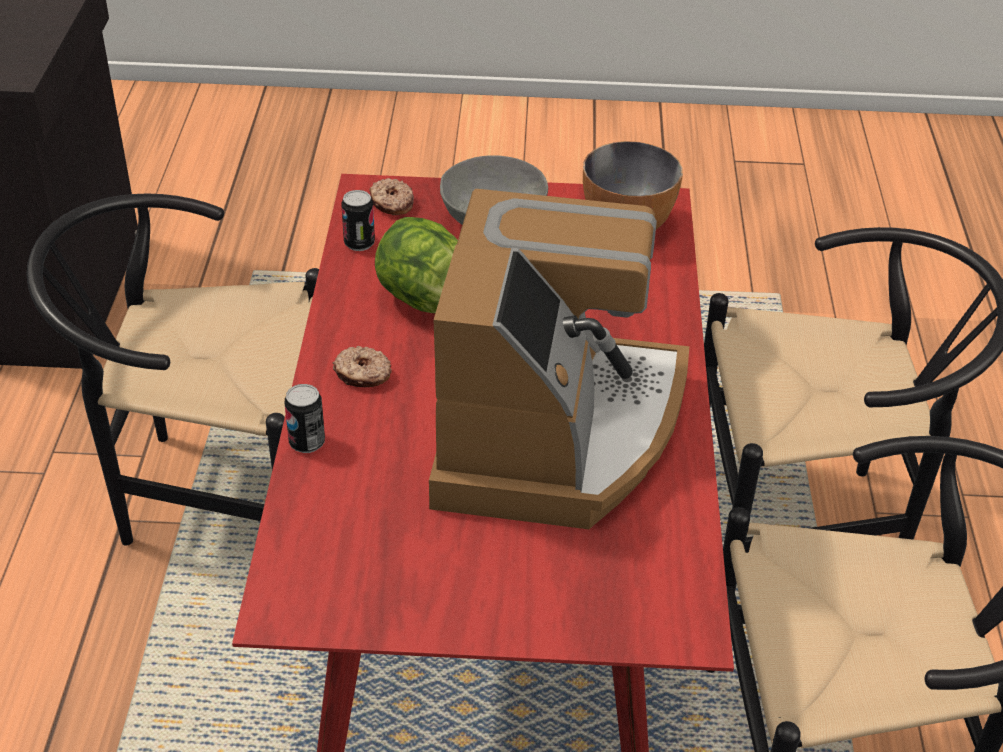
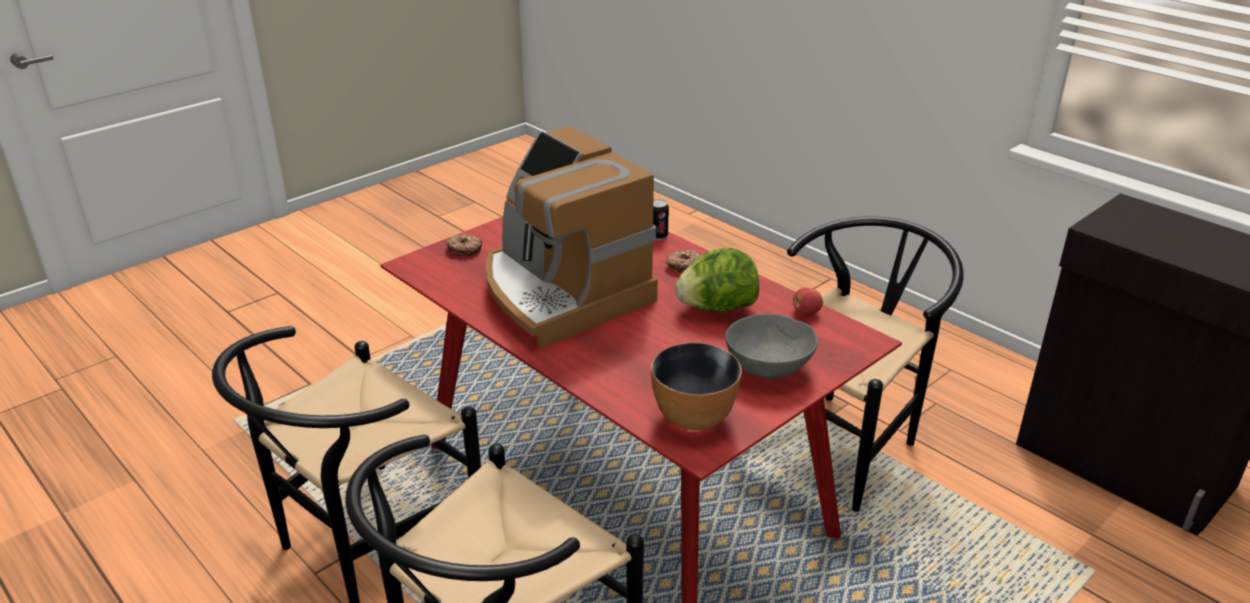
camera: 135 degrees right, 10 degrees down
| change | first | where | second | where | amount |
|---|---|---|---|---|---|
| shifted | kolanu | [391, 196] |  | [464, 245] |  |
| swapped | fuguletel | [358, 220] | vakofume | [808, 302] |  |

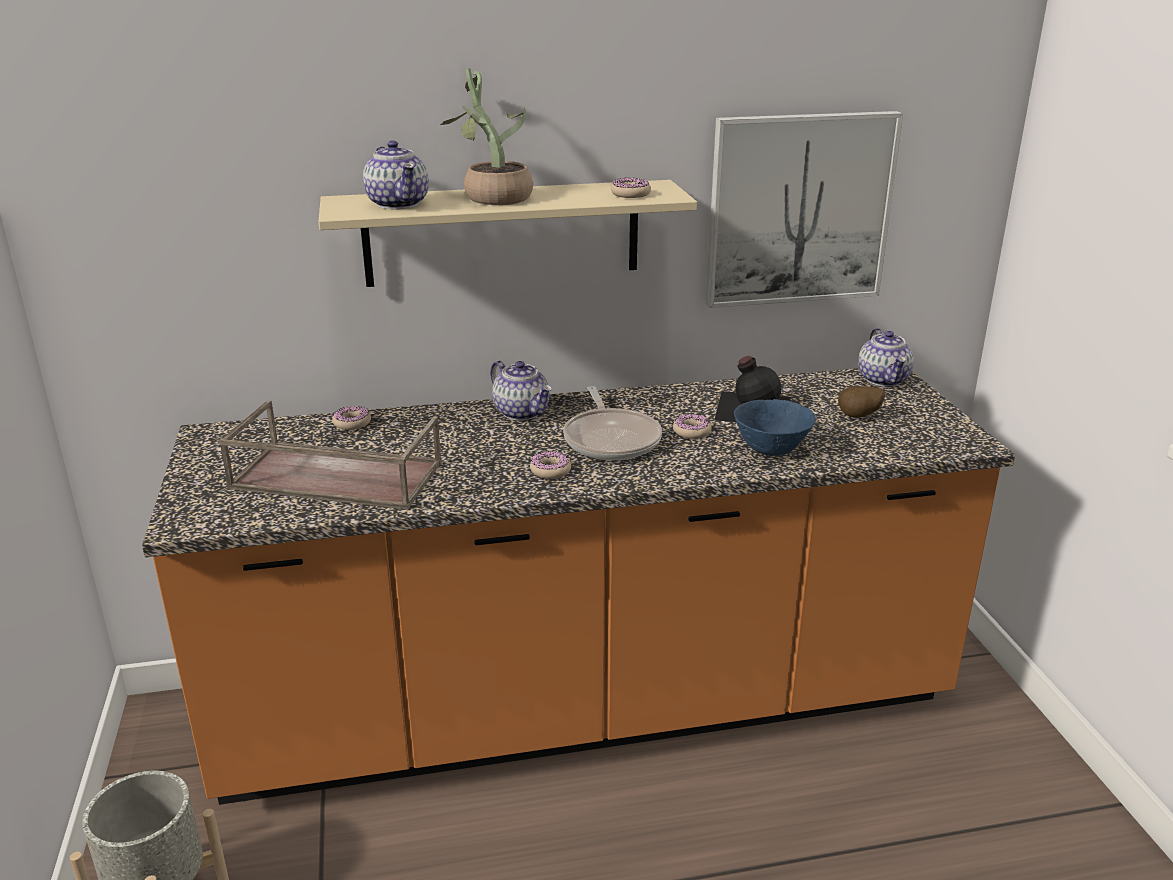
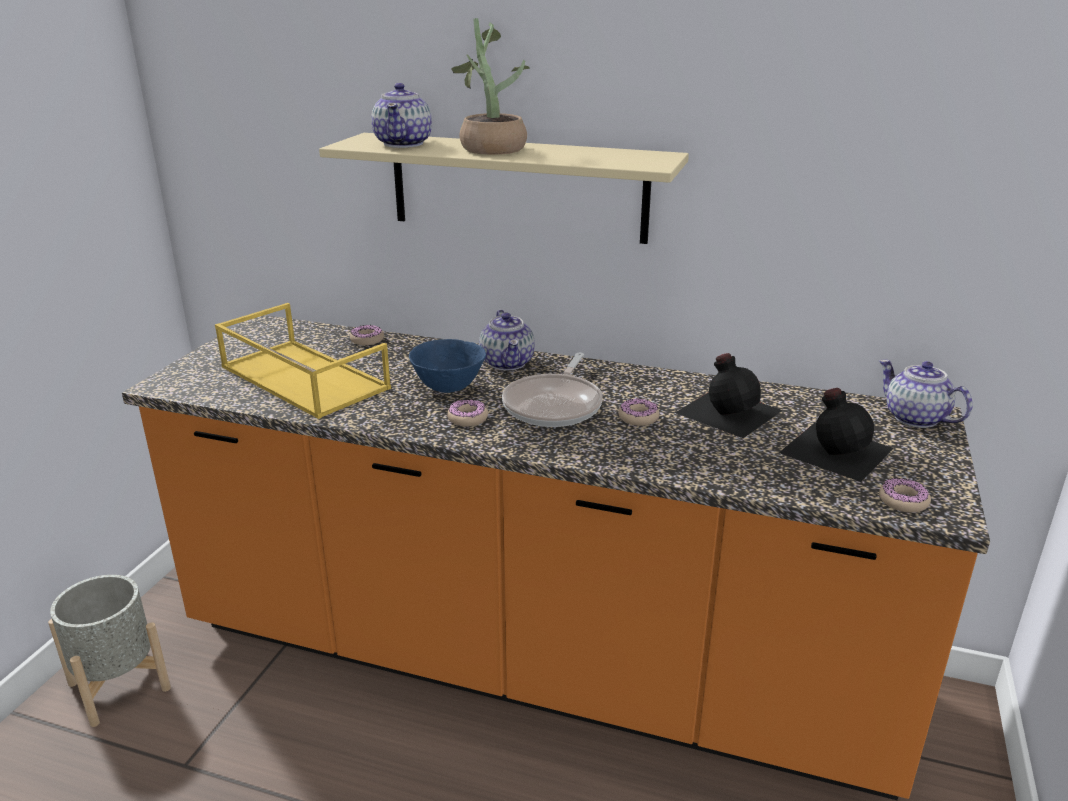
camera: 30 degrees right, 0 degrees up
| change | first | where | second | where | amount |
|---|---|---|---|---|---|
| gone | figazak | [804, 209] |  |  |  |
| shifted | kolanu | [631, 187] |  | [905, 495] |  |
| rotated | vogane | [886, 357] |  | [926, 394] | 120 degrees clockwise |
| swapped | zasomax | [861, 402] | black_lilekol | [836, 435] |  |
| shifted | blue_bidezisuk | [775, 427] |  | [447, 366] |  |
| repainted | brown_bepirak | [330, 455] | yellow_bepirak | [303, 361] |  |

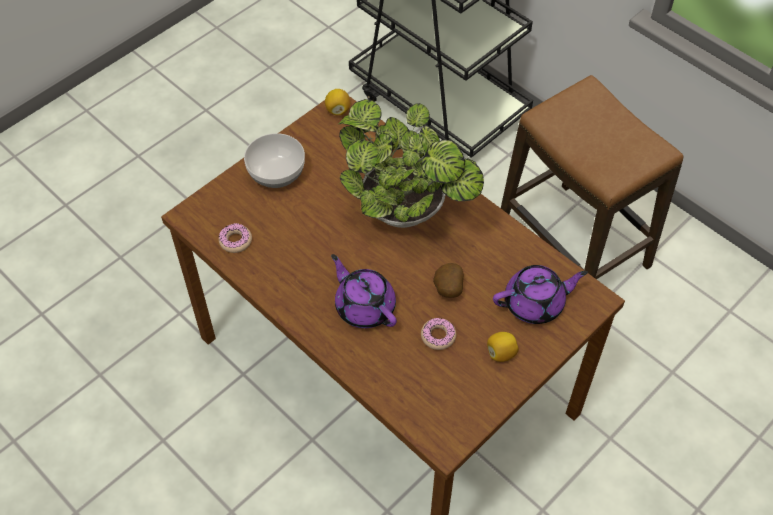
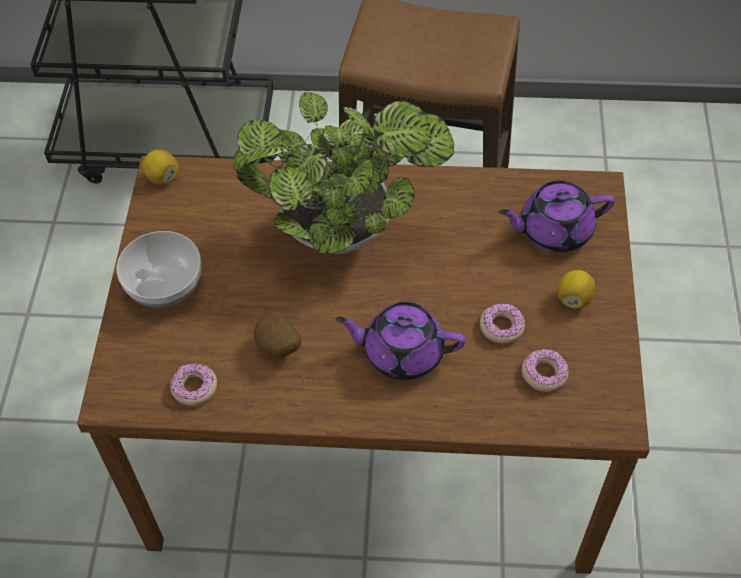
camera: 40 degrees left, 0 degrees up
| change | first | where | second | where | amount |
|---|---|---|---|---|---|
| shifted | zasomax | [448, 280] |  | [277, 334] |  |
| rotated | purple_vogane | [540, 294] |  | [557, 216] | 135 degrees counterclockwise |
| new |  |  | kolanu | [545, 370] |  |

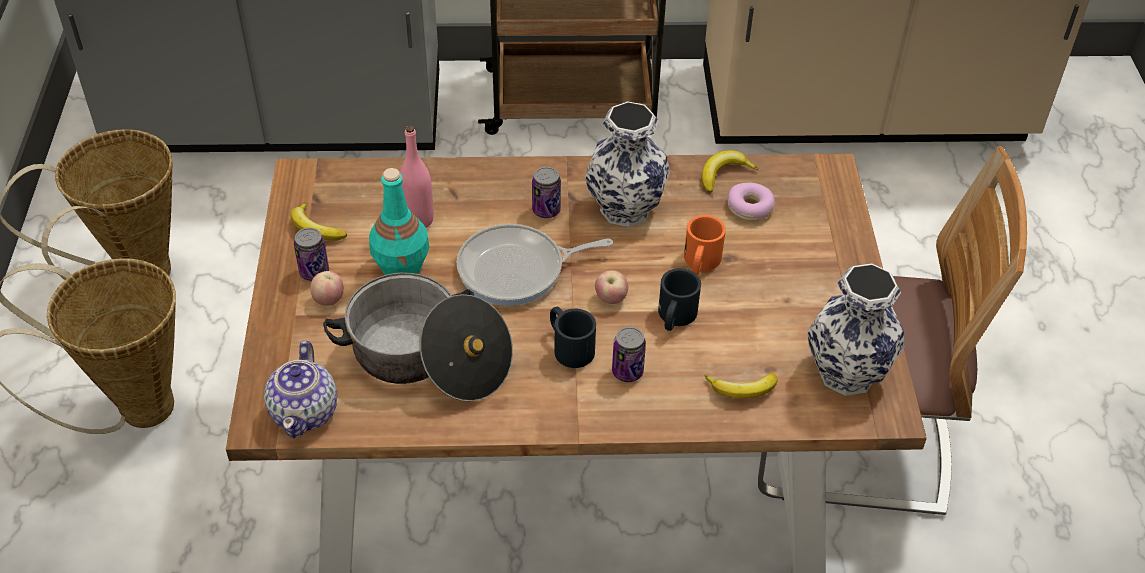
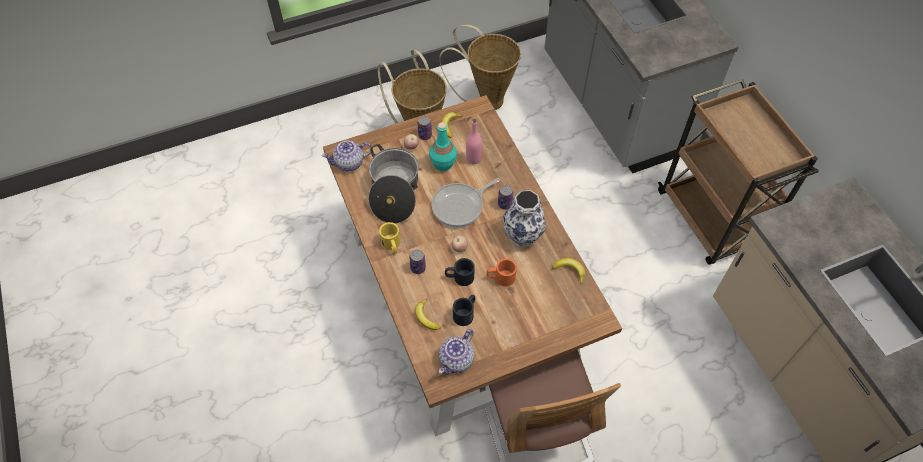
camera: 70 degrees right, 10 degrees up
| change | first | where | second | where | amount |
|---|---|---|---|---|---|
| gone | kolanu | [752, 202] |  |  |  |
| rotated | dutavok | [535, 265] |  | [465, 202] | 90 degrees counterclockwise |
| swapped | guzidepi | [856, 330] | vogane | [456, 352] |  |
| shifted | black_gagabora | [573, 337] |  | [464, 310] |  |
| new |  |  | yellow_gagabora | [389, 237] |  |

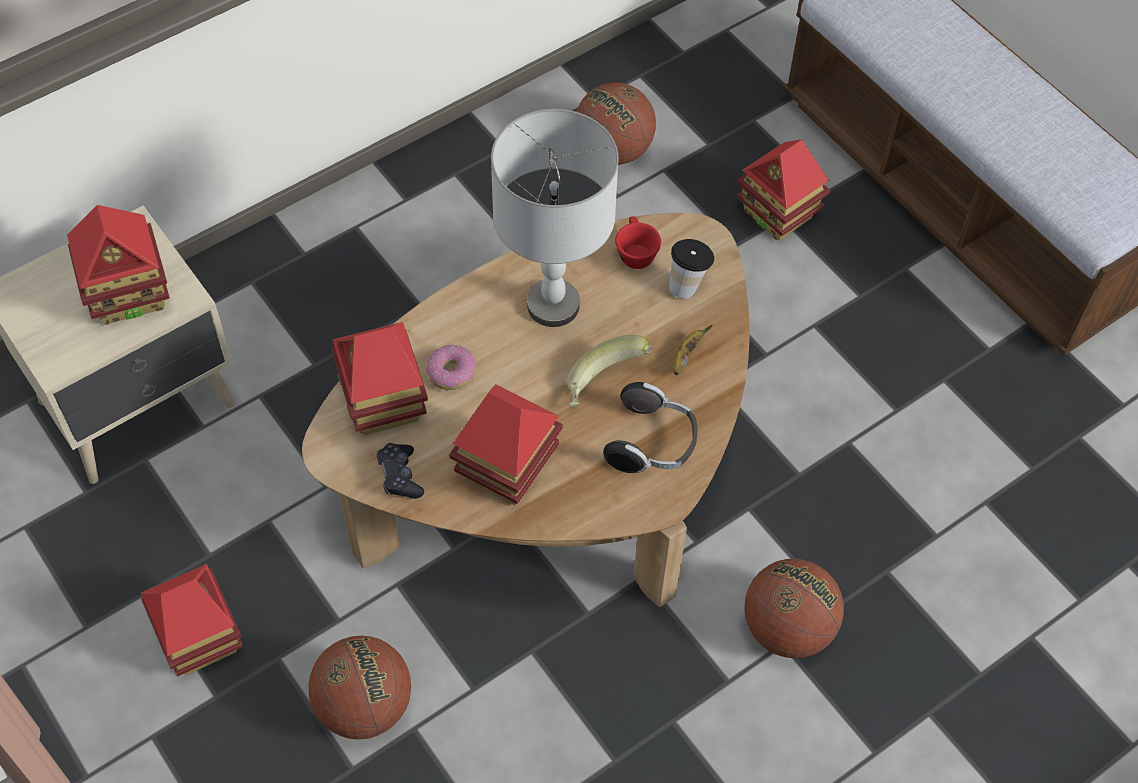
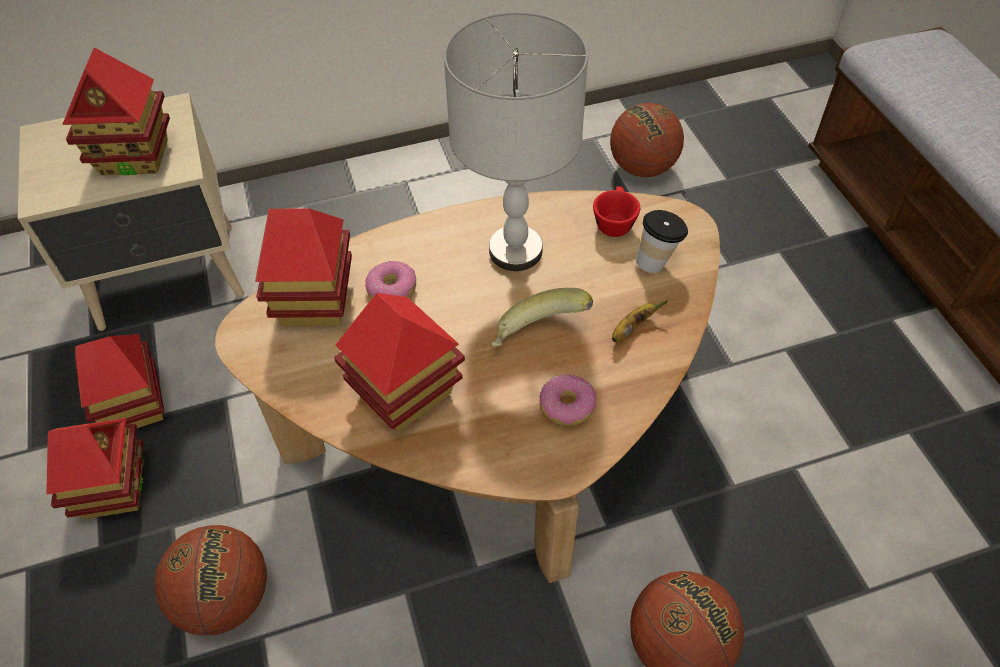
camera: 20 degrees right, 5 degrees down
| change | first | where | second | where | amount |
|---|---|---|---|---|---|
| shifted | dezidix | [783, 190] |  | [120, 381] |  |
| swapped | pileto | [650, 427] | kolanu | [568, 400] |  |
| gone | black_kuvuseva | [400, 471] |  |  |  |

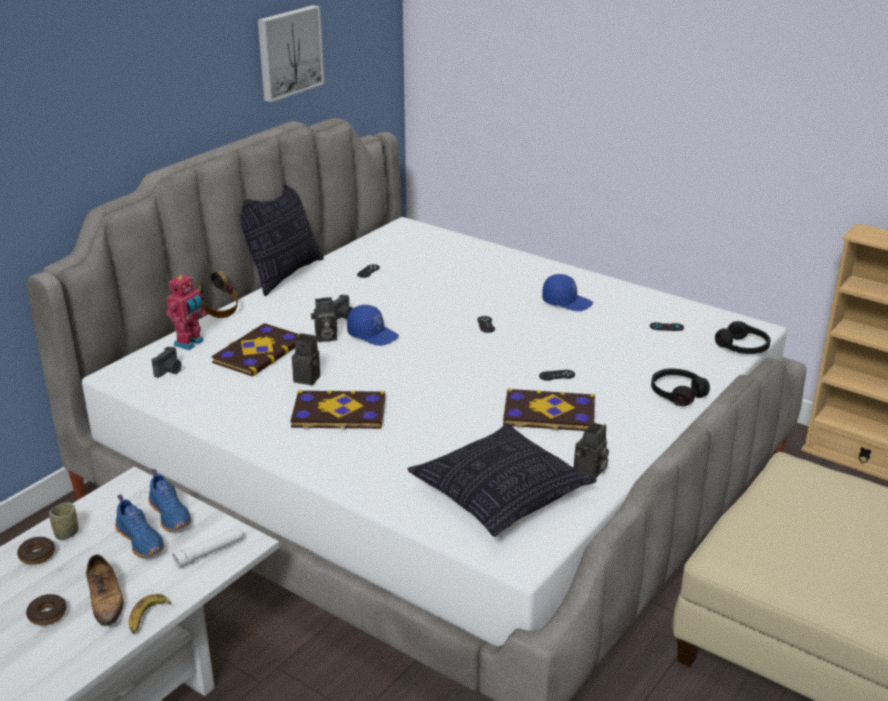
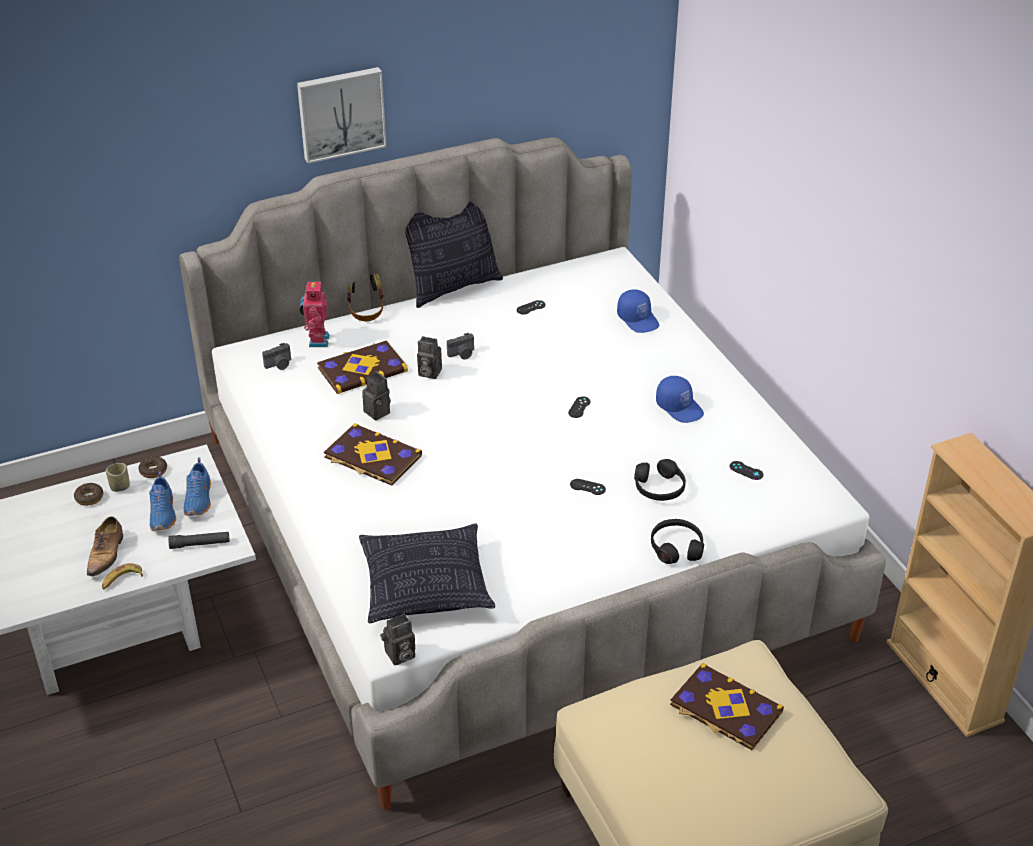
camera: 30 degrees right, 10 degrees up
| change | first | where | second | where | amount |
|---|---|---|---|---|---|
| shifted | figazak | [291, 53] |  | [342, 115] |  |
| rotated | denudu | [186, 311] |  | [314, 313] | 120 degrees clockwise |
| shifted | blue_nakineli | [373, 325] |  | [638, 311] |  |
| shifted | black_pileto | [743, 337] |  | [660, 480] |  |
| shifted | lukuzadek | [549, 409] |  | [727, 706] |  |
| shifted | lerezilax | [591, 450] |  | [397, 639] |  |
| repainted | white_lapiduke | [208, 548] | black_lapiduke | [199, 540] |  |
| shifted | kolanu | [46, 609] |  | [152, 467] |  |

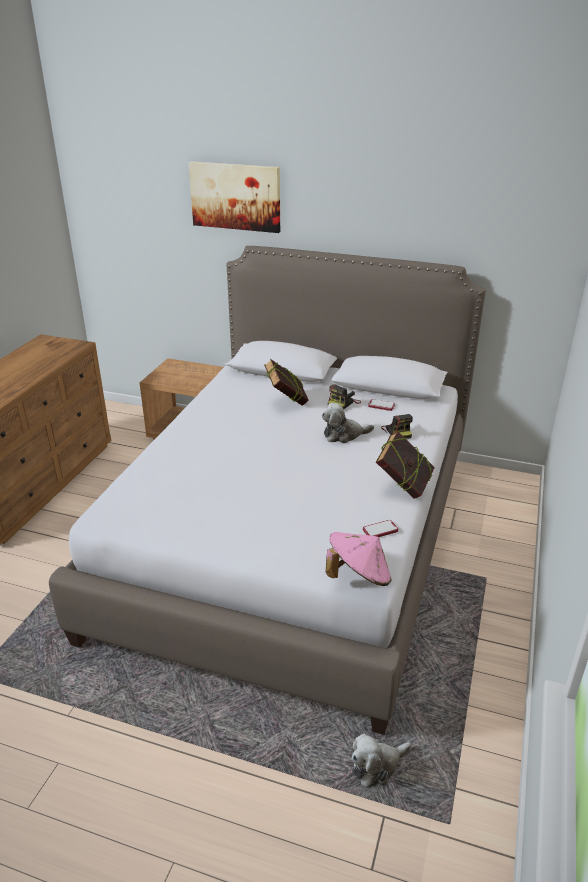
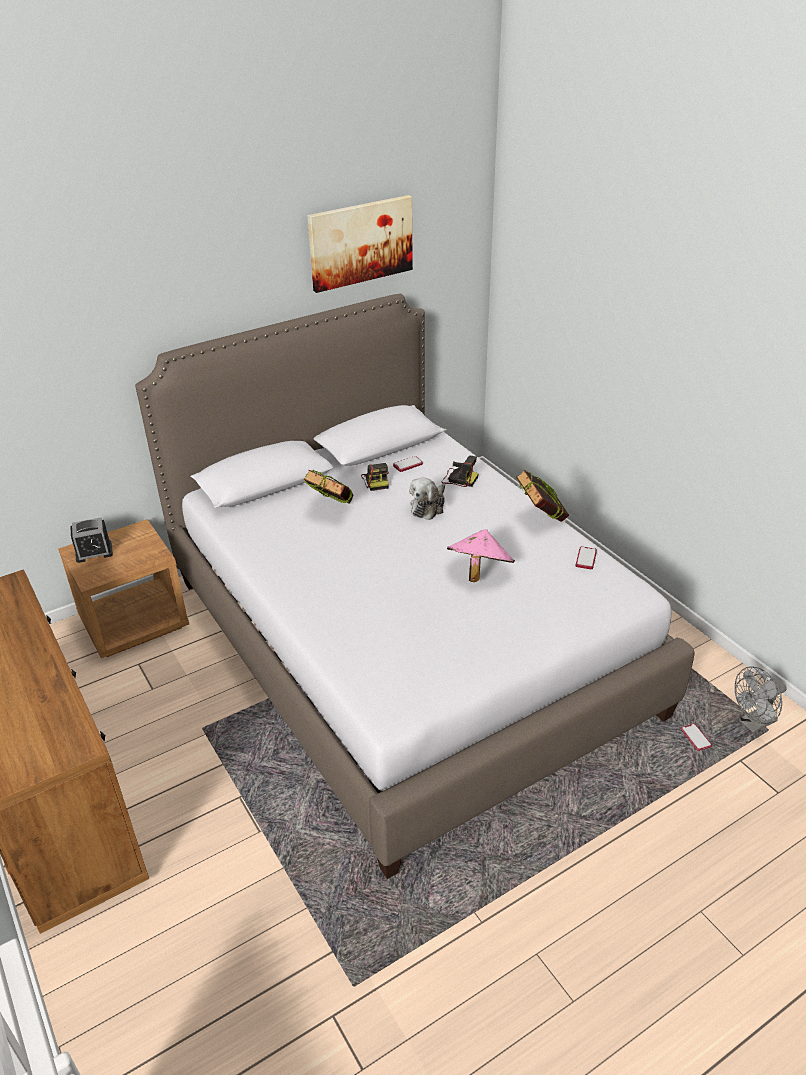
camera: 50 degrees left, 5 degrees up
| change | first | where | second | where | amount |
|---|---|---|---|---|---|
| shifted | figazak | [234, 197] |  | [360, 244] |  |
| shifted | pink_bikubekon | [358, 559] |  | [481, 555] |  |
| swapped | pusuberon | [381, 761] | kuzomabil | [696, 737] |  |
| new |  |  | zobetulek | [91, 540] |  |
| new |  |  | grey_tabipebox | [761, 699] |  |

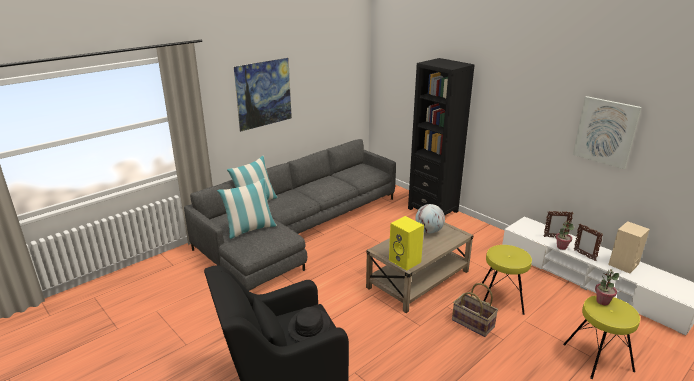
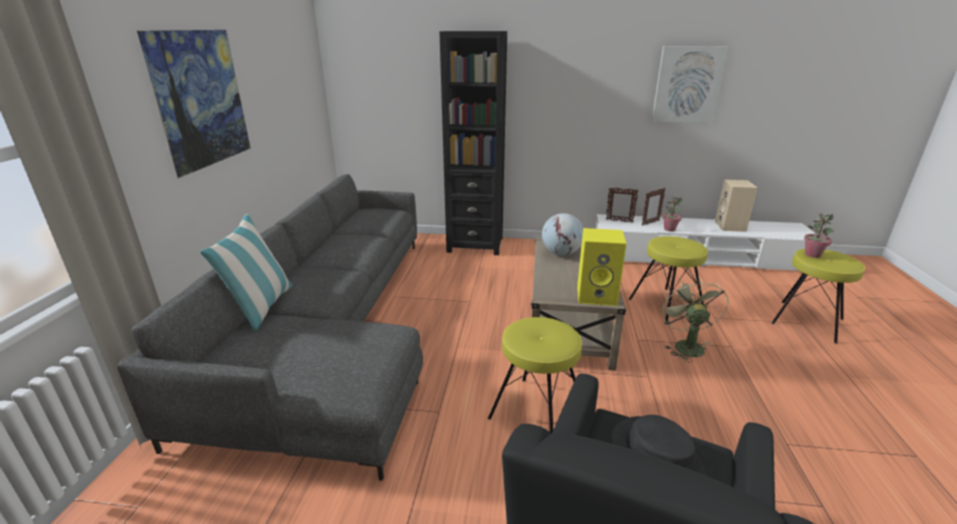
camera: 40 degrees left, 0 degrees up
| change | first | where | second | where | amount |
|---|---|---|---|---|---|
| gone | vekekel | [247, 208] |  |  |  |
| shifted | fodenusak | [588, 242] |  | [622, 204] |  |
| swapped | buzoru | [475, 310] | green_tabipebox | [694, 320] |  |
| new |  |  | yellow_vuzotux | [535, 375] |  |

